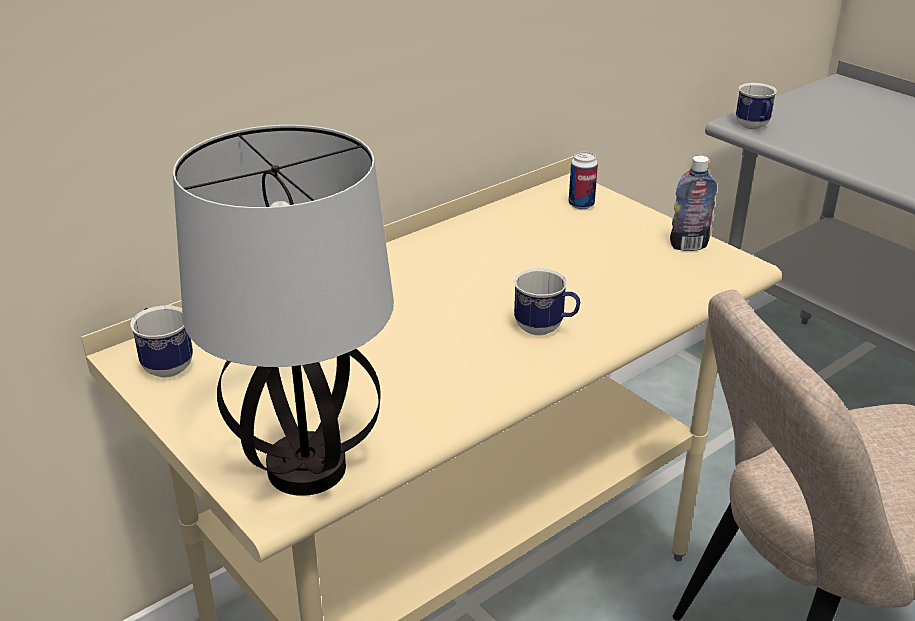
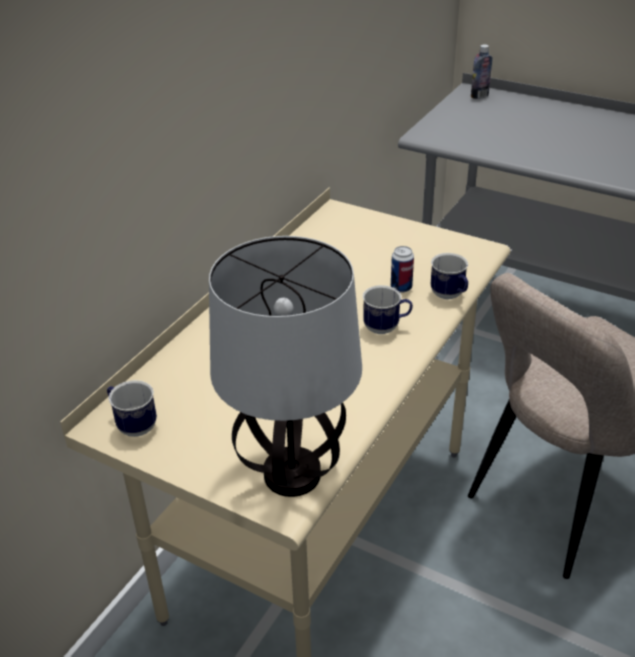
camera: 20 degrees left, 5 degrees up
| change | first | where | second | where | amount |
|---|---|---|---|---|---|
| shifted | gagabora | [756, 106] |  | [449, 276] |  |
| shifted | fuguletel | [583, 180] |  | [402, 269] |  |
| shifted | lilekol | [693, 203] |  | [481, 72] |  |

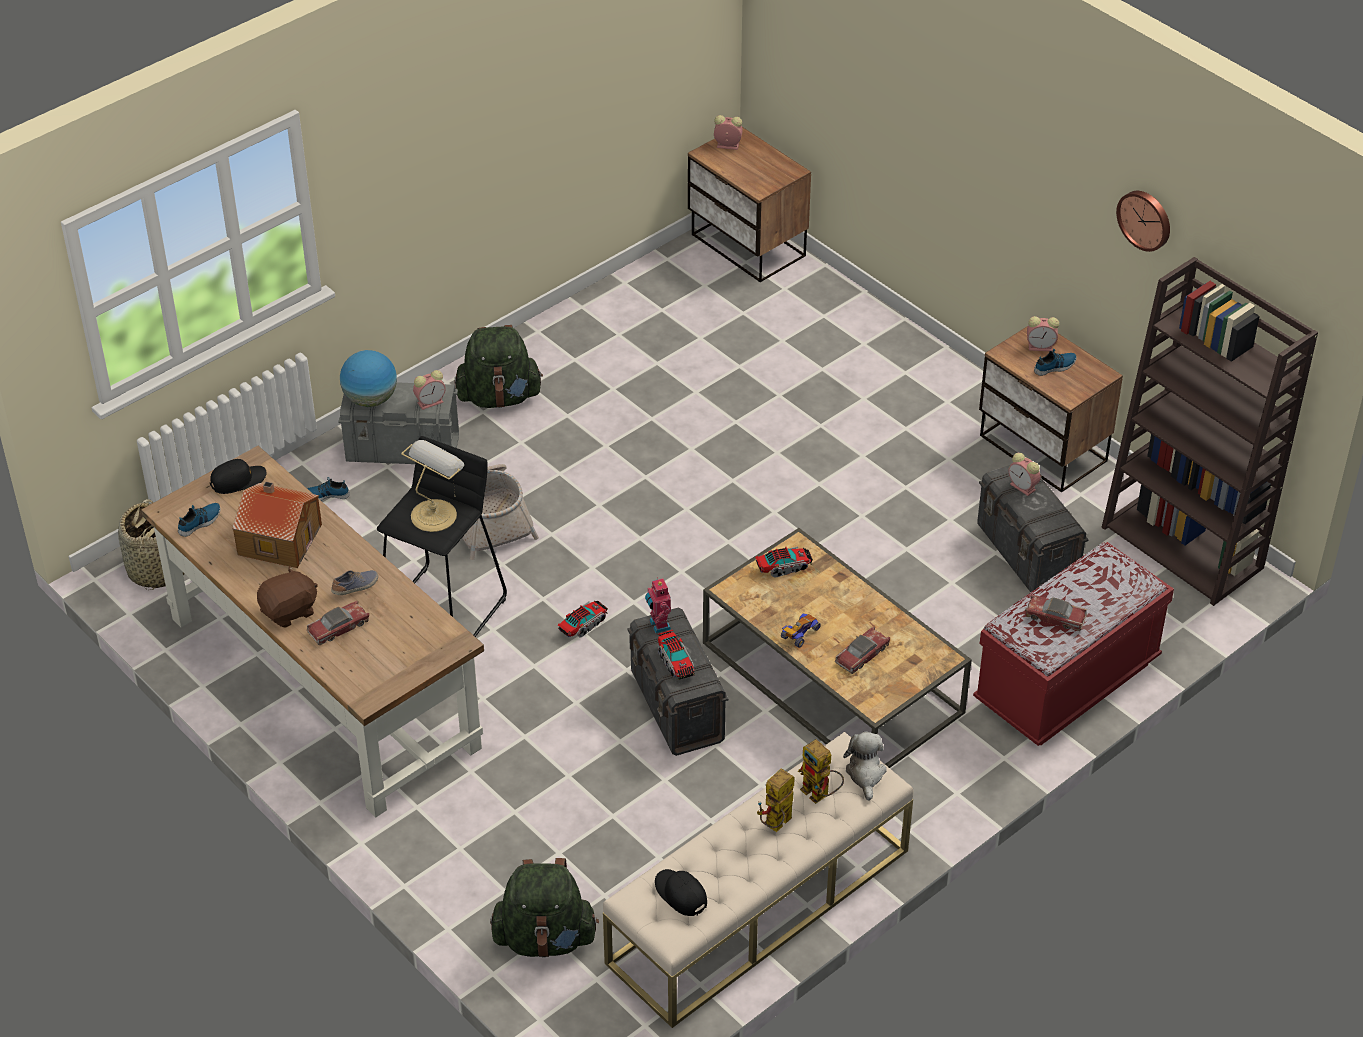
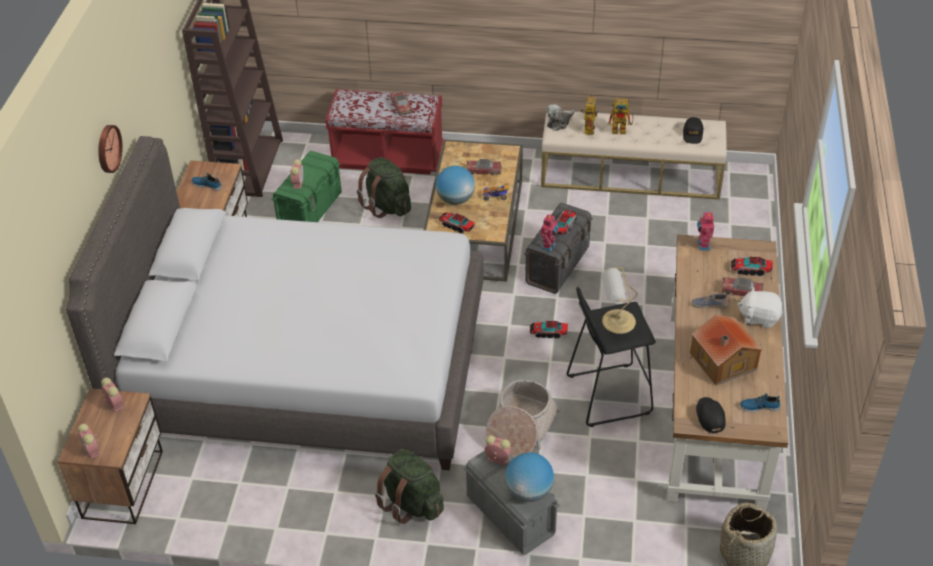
camera: 130 degrees left, 0 degrees up
| change | first | where | second | where | amount |
|---|---|---|---|---|---|
| shifted | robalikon | [1143, 221] |  | [110, 149] |  |
| shifted | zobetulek | [1043, 333] |  | [112, 395] |  |
| rotated | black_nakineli | [238, 476] |  | [711, 415] | 60 degrees clockwise |
| repainted | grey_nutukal | [1033, 528] | green_nutukal | [306, 186] |  |
| gone | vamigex | [328, 489] |  |  |  |
| repainted | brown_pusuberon | [287, 597] | white_pusuberon | [760, 307] |  |
| shifted | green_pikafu | [544, 908] |  | [384, 187] |  |
| new |  |  | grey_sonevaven | [274, 303] |  |
| new |  |  | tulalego | [455, 185] |  |
| new |  |  | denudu | [705, 231] |  |
| new |  |  | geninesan | [752, 266] |  |

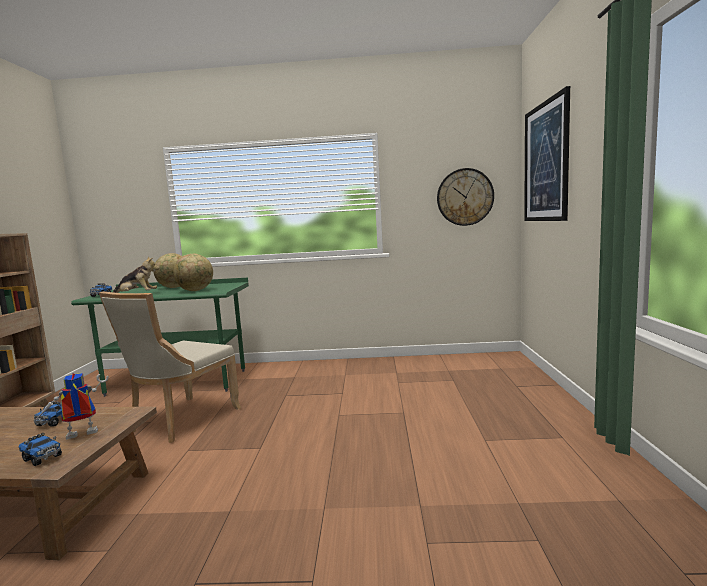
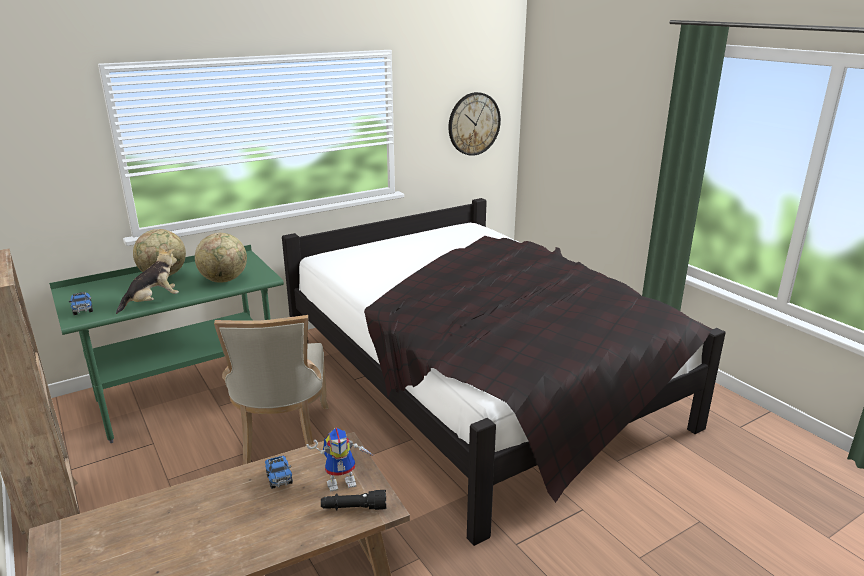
camera: 35 degrees left, 15 degrees up
| change | first | where | second | where | amount |
|---|---|---|---|---|---|
| gone | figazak | [547, 153] |  |  |  |
| rotated | denudu | [73, 406] |  | [340, 460] | 135 degrees counterclockwise |
| swapped | geninesan | [40, 449] | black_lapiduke | [353, 500] |  |
| new |  |  | black_sonevaven | [504, 372] |  |

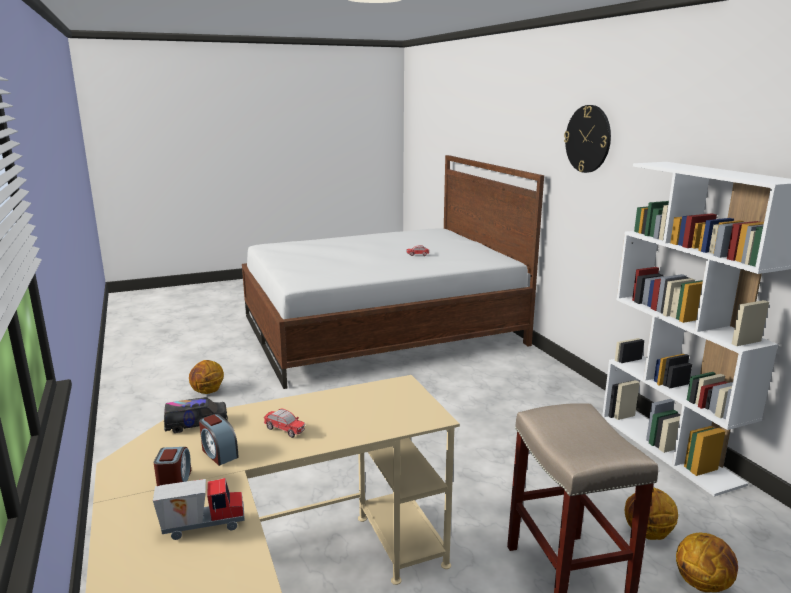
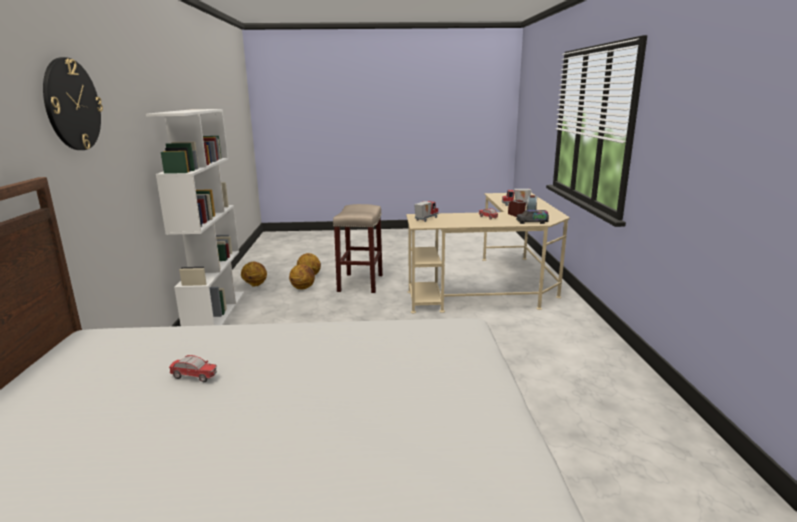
camera: 160 degrees left, 0 degrees up
| change | first | where | second | where | amount |
|---|---|---|---|---|---|
| shifted | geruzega | [206, 377] |  | [254, 274] |  |
| new |  |  | geninesan | [426, 211] |  |

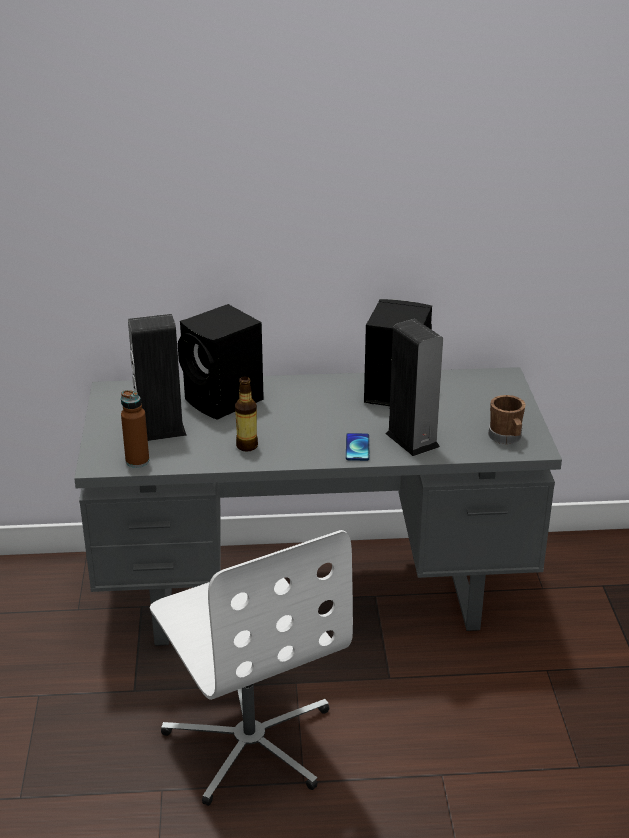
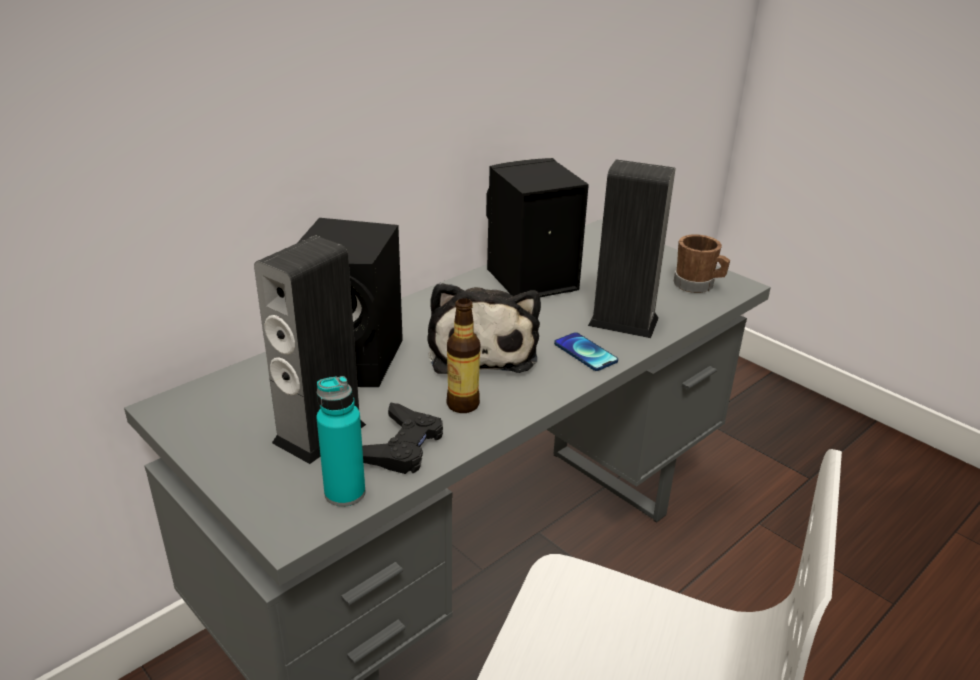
camera: 40 degrees left, 0 degrees up
| change | first | where | second | where | amount |
|---|---|---|---|---|---|
| repainted | brown_lilekol | [135, 429] | turquoise_lilekol | [340, 441] |  |
| new |  |  | pusuberon | [484, 328] |  |
| new |  |  | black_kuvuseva | [402, 438] |  |

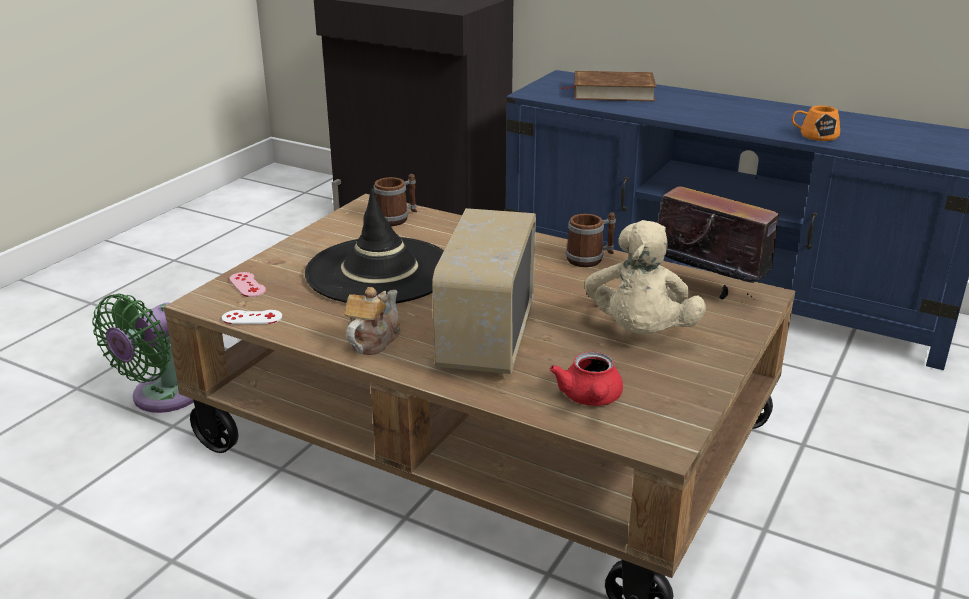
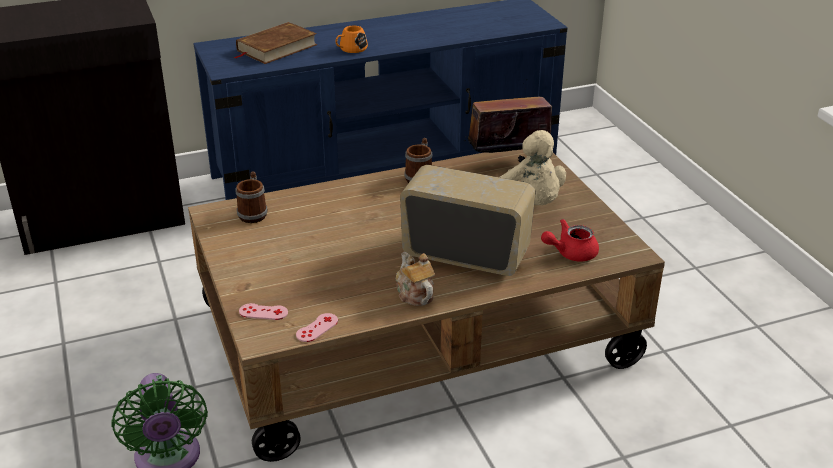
camera: 50 degrees left, 5 degrees up
| change | first | where | second | where | amount |
|---|---|---|---|---|---|
| shifted | orange_gagabora | [816, 123] |  | [352, 39] |  |
| gone | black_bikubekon | [374, 246] |  |  |  |
| rotated | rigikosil | [484, 291] |  | [467, 220] | 150 degrees clockwise |
| repainted | white_kuvuseva | [252, 317] | pink_kuvuseva | [317, 327] |  |
| rotated | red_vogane | [586, 379] |  | [570, 240] | 120 degrees clockwise |

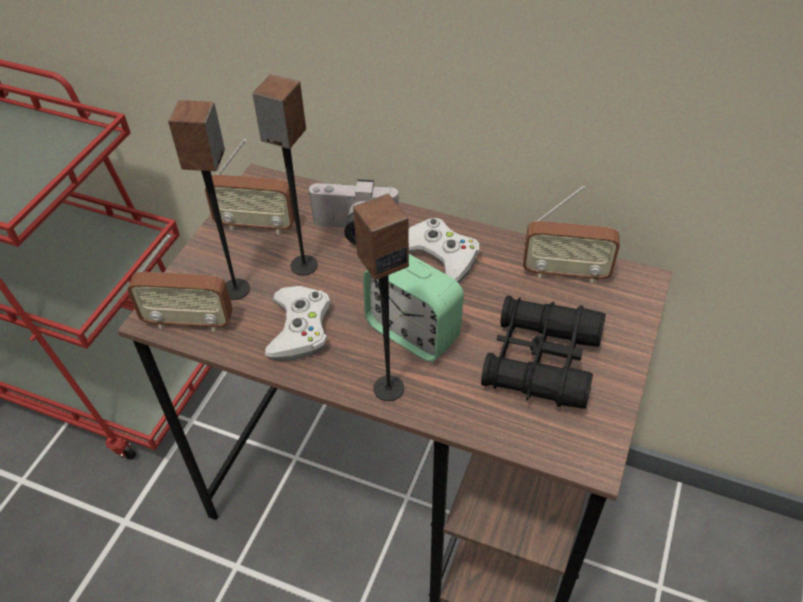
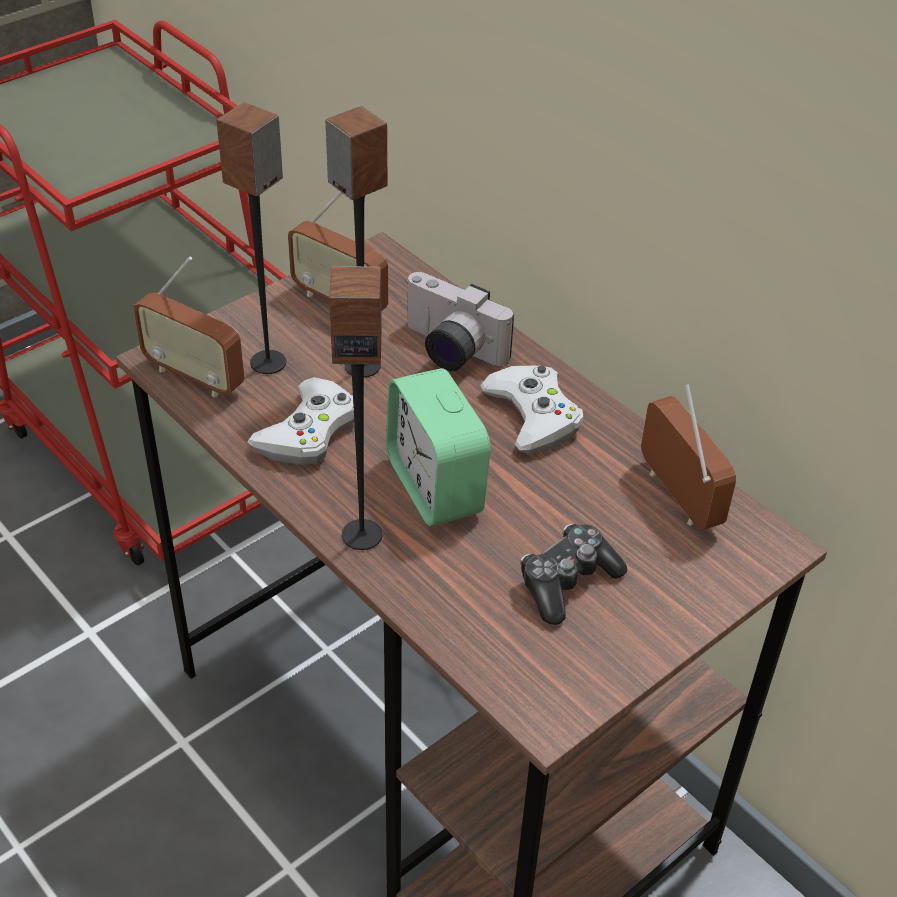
camera: 25 degrees right, 5 degrees down
| change | first | where | second | where | amount |
|---|---|---|---|---|---|
| rotated | rigikosil | [571, 235] |  | [688, 457] | 150 degrees counterclockwise |
| swapped | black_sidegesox | [543, 352] | kuvuseva | [573, 574] |  |

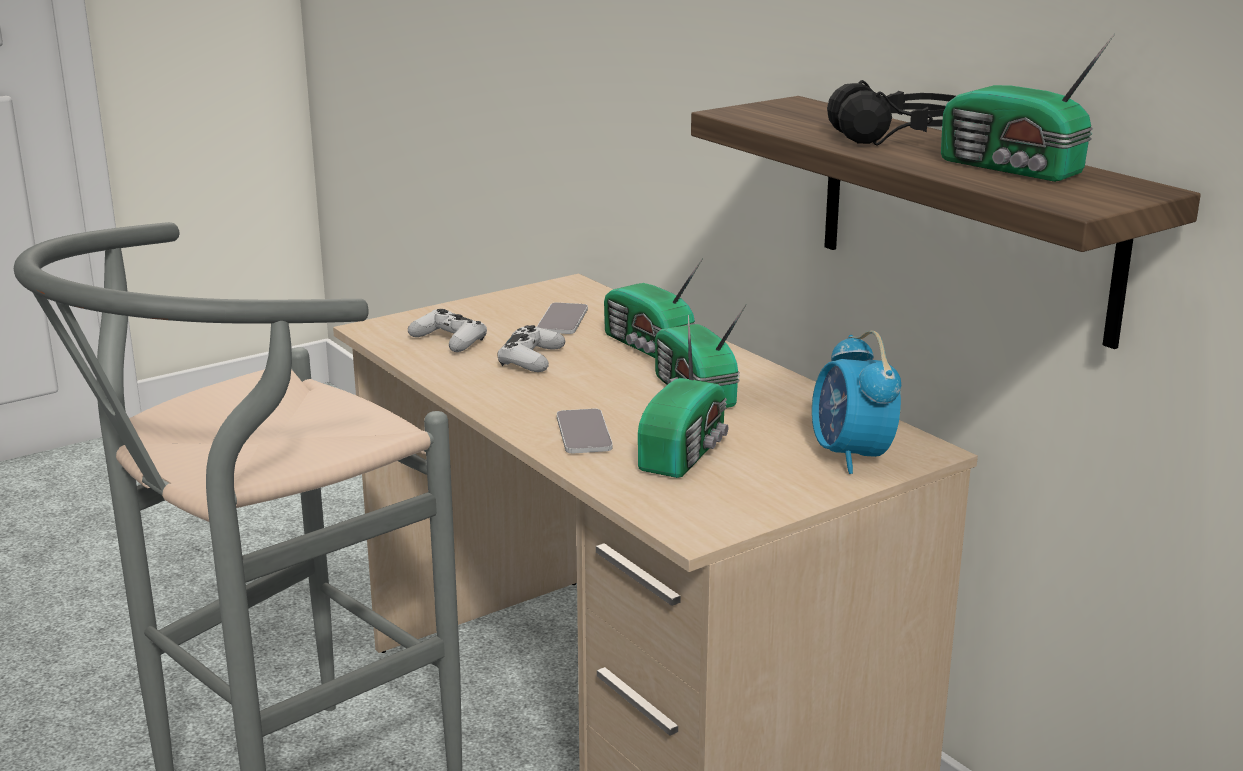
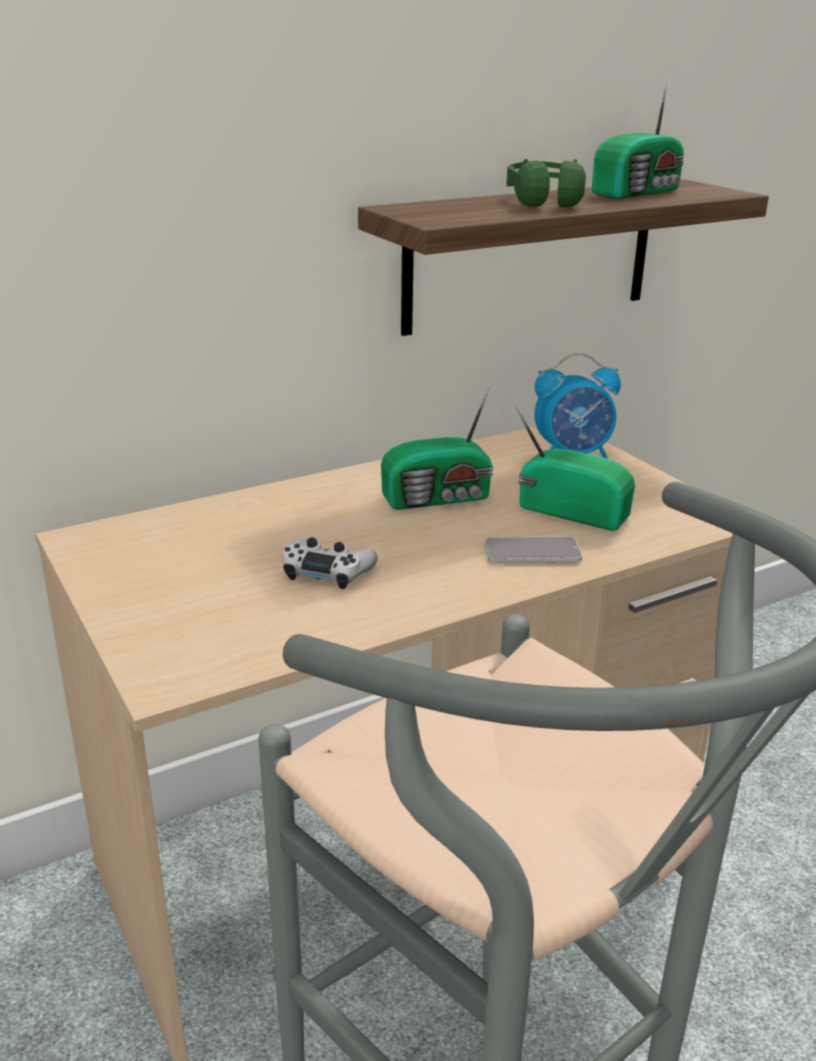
camera: 85 degrees left, 5 degrees up
| change | first | where | second | where | amount |
|---|---|---|---|---|---|
| repainted | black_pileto | [891, 113] | green_pileto | [546, 183] |  |
| gone | rigikosil | [653, 308] |  |  |  |
| gone | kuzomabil | [562, 318] |  |  |  |
| gone | white_kuvuseva | [447, 330] |  |  |  |

